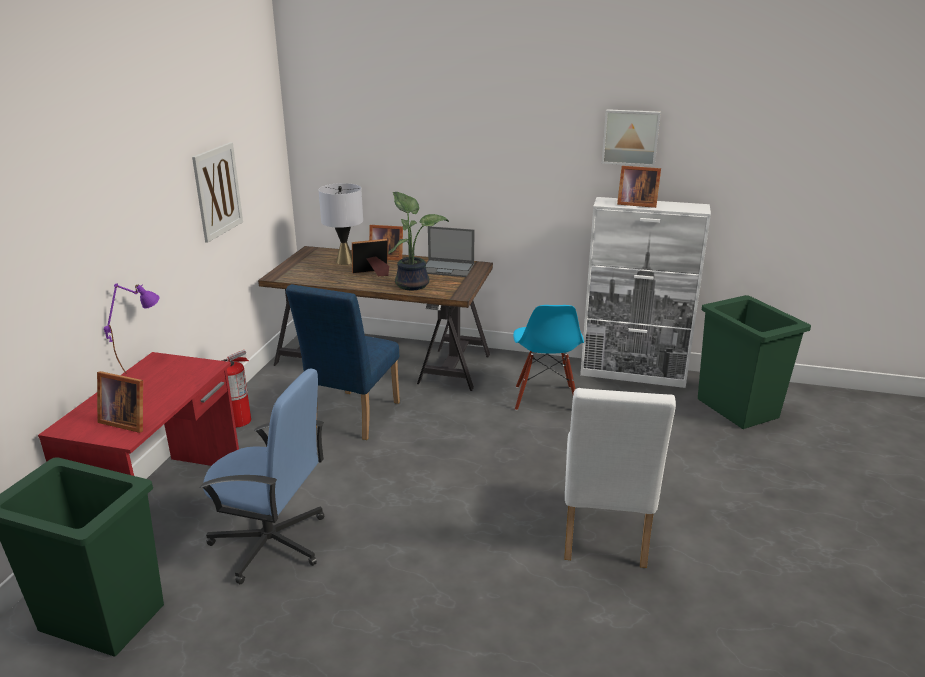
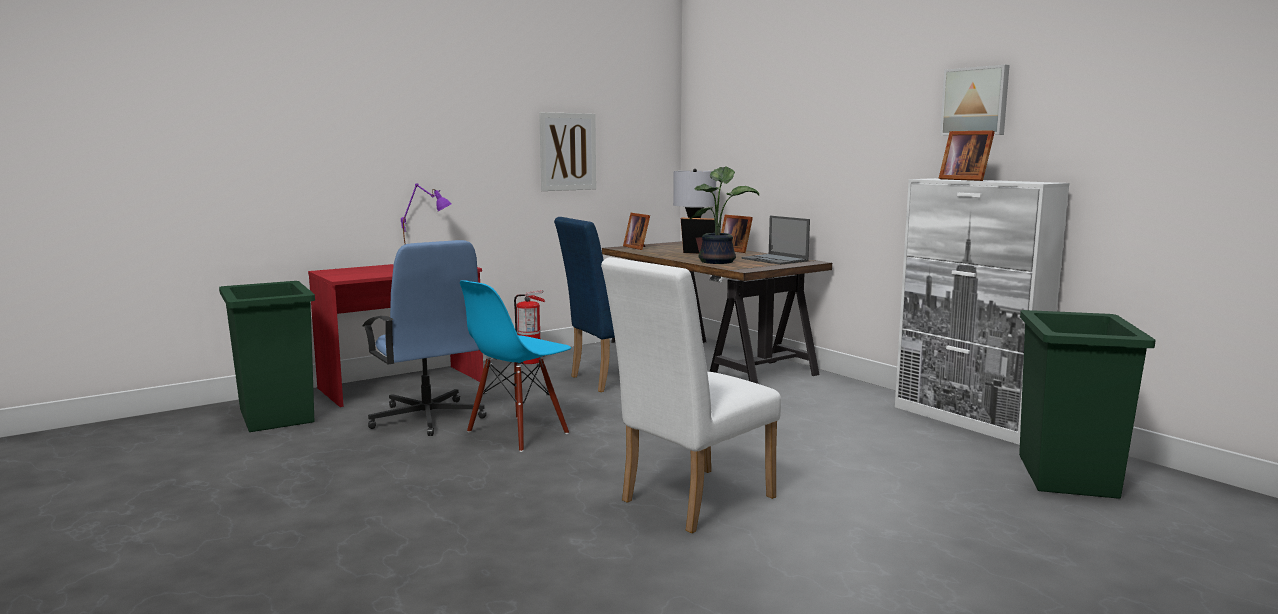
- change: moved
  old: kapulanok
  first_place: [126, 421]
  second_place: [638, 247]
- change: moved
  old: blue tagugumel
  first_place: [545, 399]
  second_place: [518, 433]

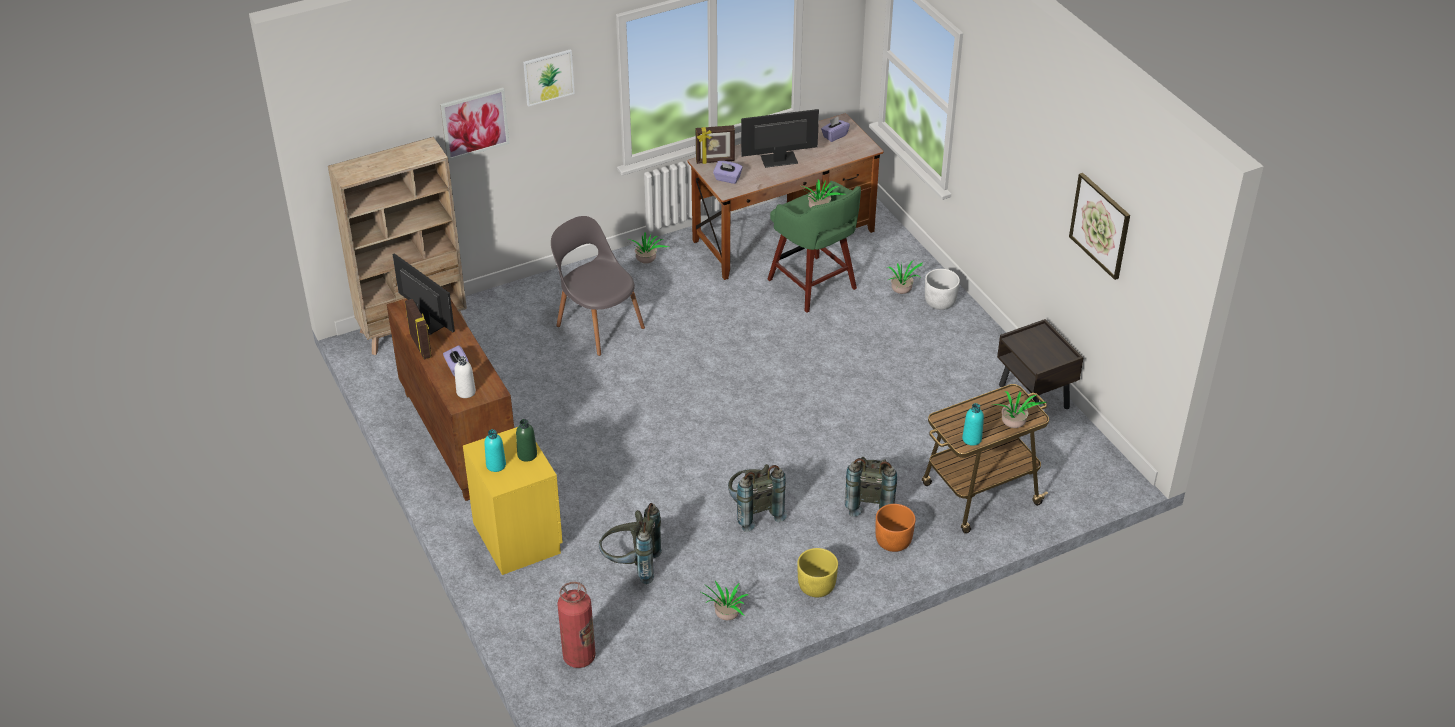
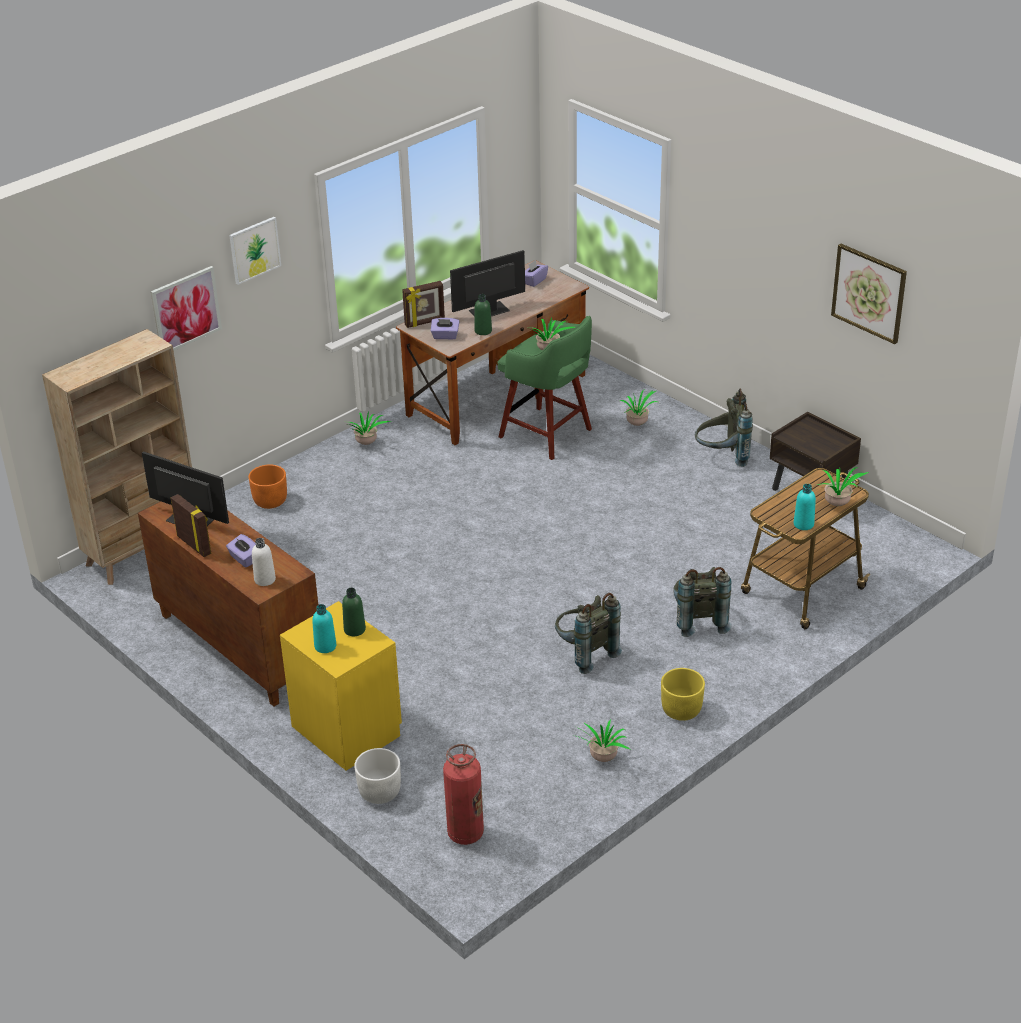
- change: removed
  old: grey tagugumel
  first_place: [598, 324]
- change: added
  new: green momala
  second_place: [483, 331]
- change: moved
  old: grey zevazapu
  first_place: [631, 566]
  second_place: [722, 457]
- change: moved
  old: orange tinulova
  first_place: [893, 541]
  second_place: [270, 501]
- change: moved
  old: white tinulova
  first_place: [939, 302]
  second_place: [379, 792]

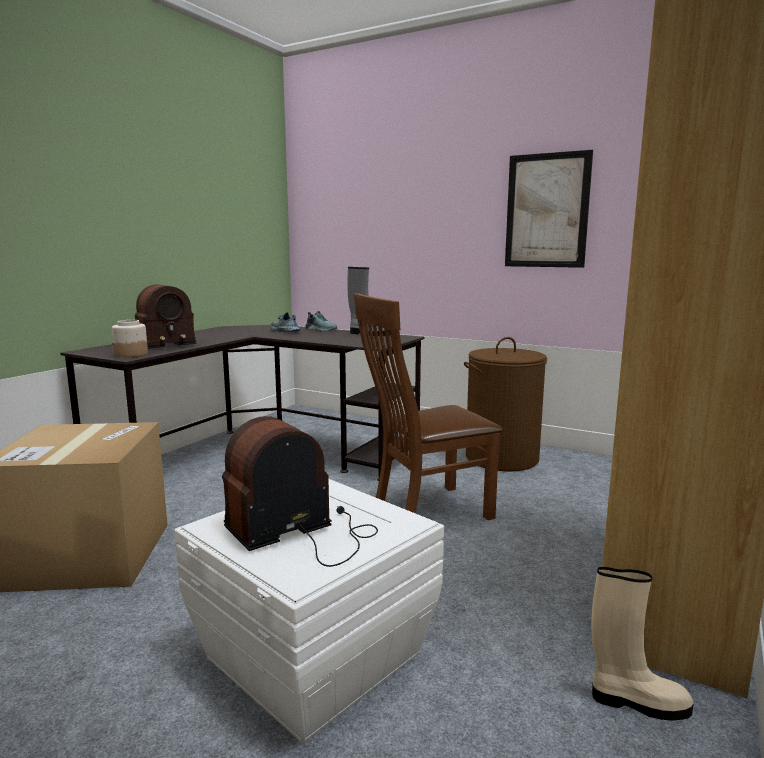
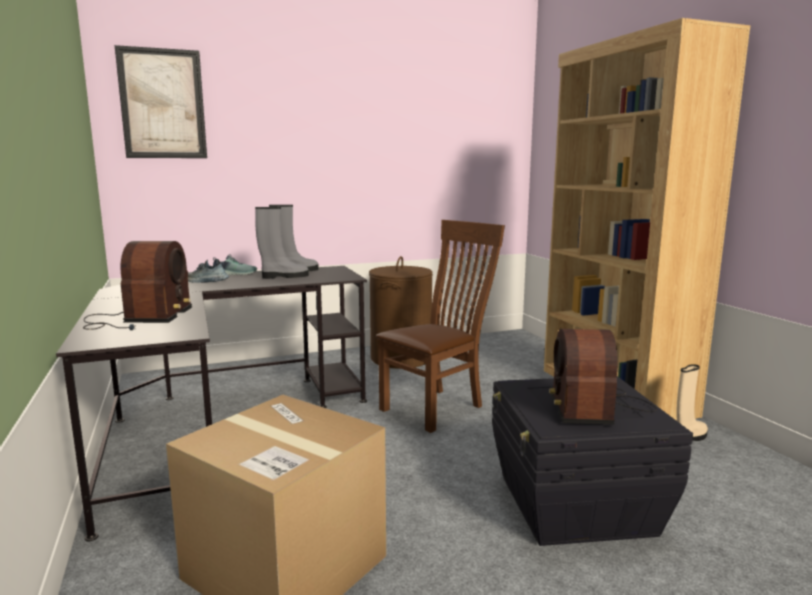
- change: removed
  old: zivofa
  first_place: [131, 354]
- change: added
  new: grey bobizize
  second_place: [283, 276]
- change: moved
  old: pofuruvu
  first_place: [547, 211]
  second_place: [162, 104]
- change: recoloured
  old: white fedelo
  new: black fedelo
  first_place: [311, 656]
  second_place: [574, 506]
- change: turned
  old: brown tagugumel
  first_place: [425, 511]
  second_place: [437, 407]
  degrees: -150

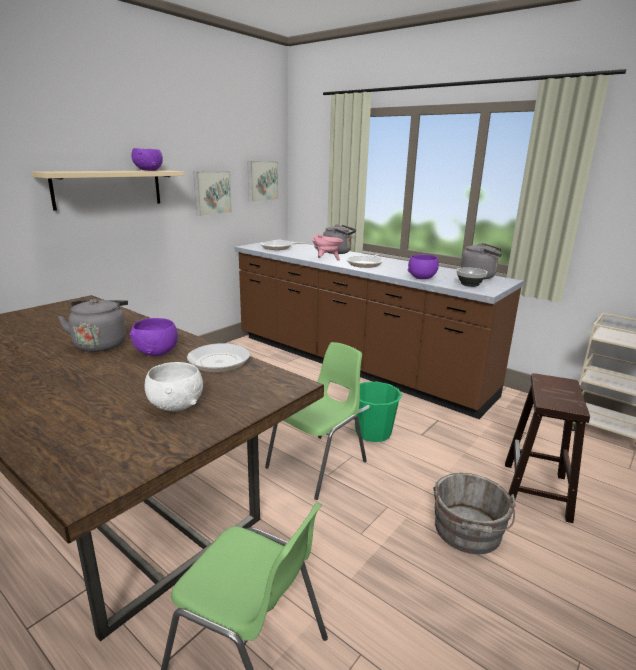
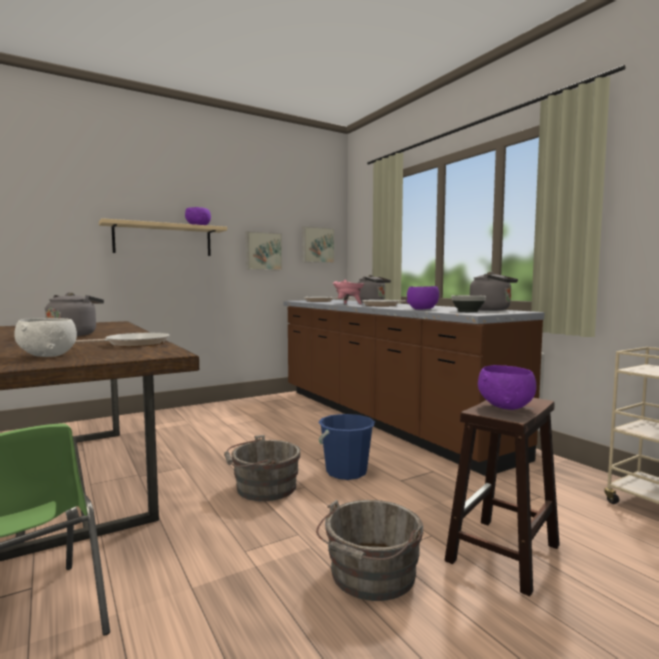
- change: moved
  old: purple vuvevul
  first_place: [157, 352]
  second_place: [506, 406]
- change: replaced
  old: green tagugumel
  new: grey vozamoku
  first_place: [319, 464]
  second_place: [262, 488]
- change: recoloured
  old: green vozamoku
  new: blue vozamoku
  first_place: [373, 433]
  second_place: [346, 472]

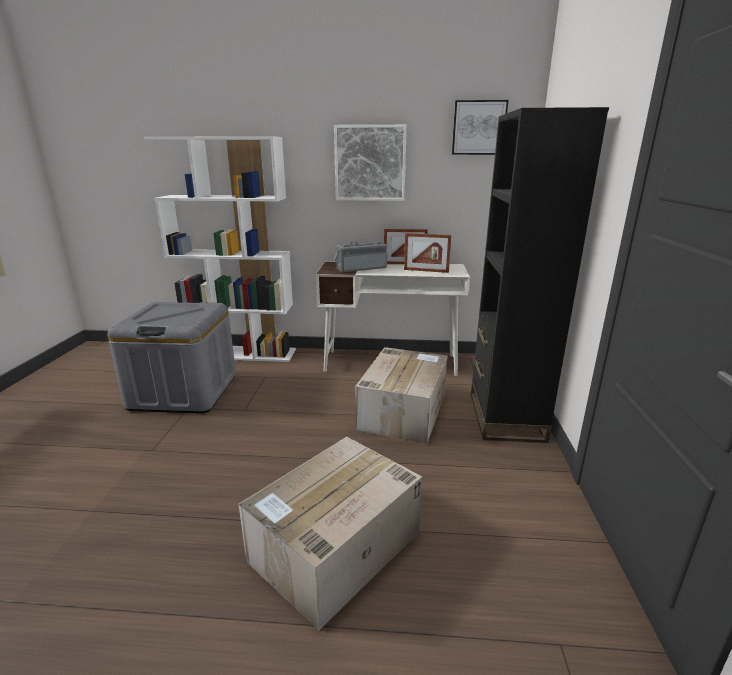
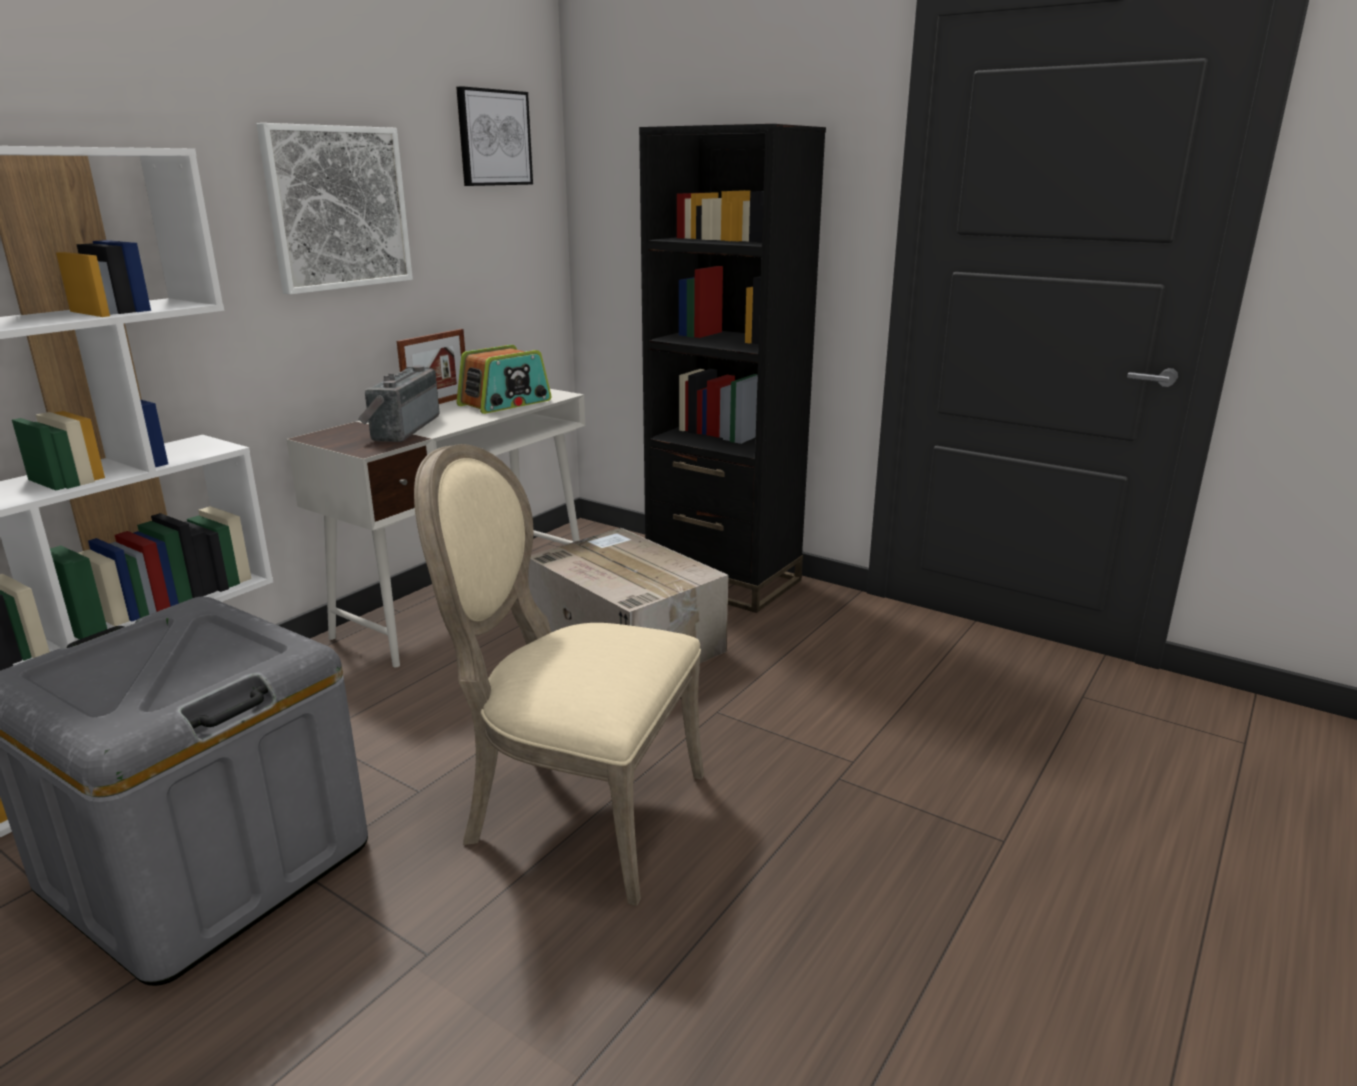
- change: removed
  old: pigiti
  first_place: [334, 547]
- change: added
  new: beige tagugumel
  second_place: [575, 812]
- change: replaced
  old: kapulanok
  new: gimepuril
  first_place: [426, 271]
  second_place: [505, 403]

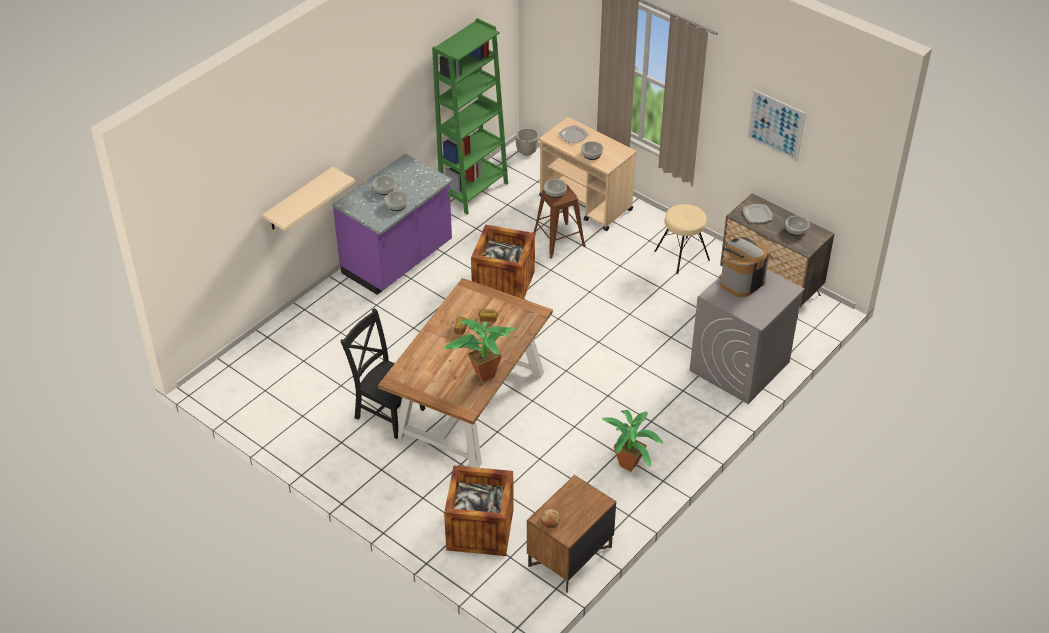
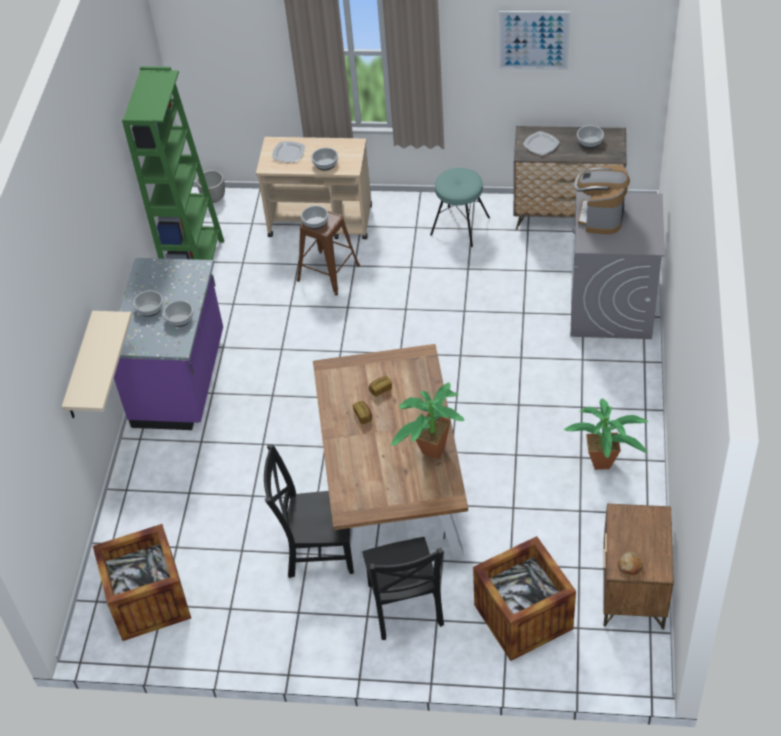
- change: added
  new: black tagugumel
  second_place: [405, 608]
- change: moved
  old: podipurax
  first_place: [503, 283]
  second_place: [149, 601]
- change: recoloured
  old: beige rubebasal
  new: turquoise rubebasal
  first_place: [682, 255]
  second_place: [460, 226]

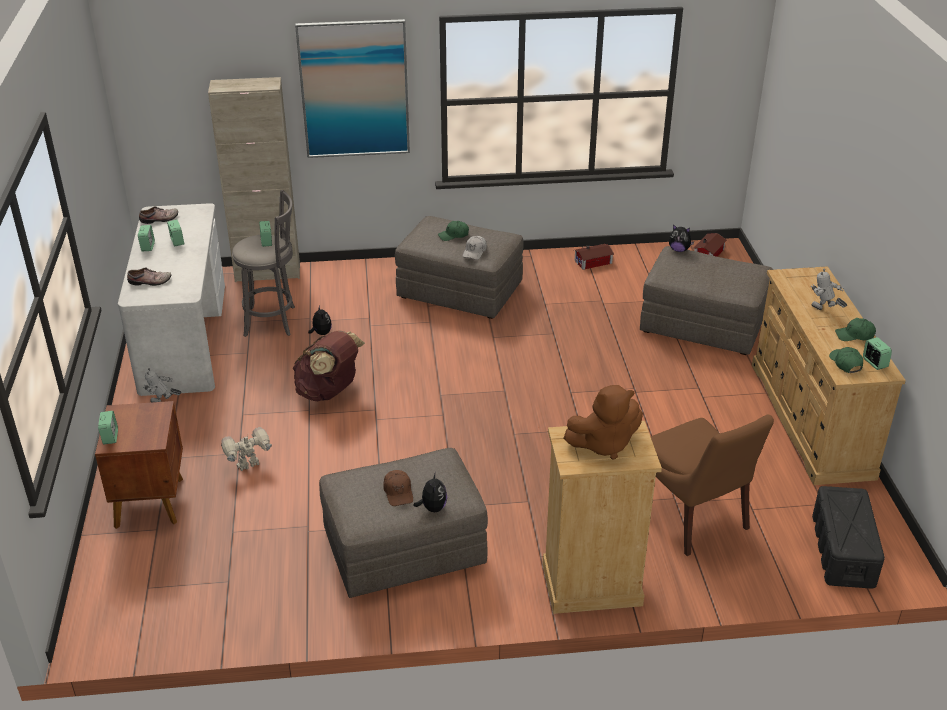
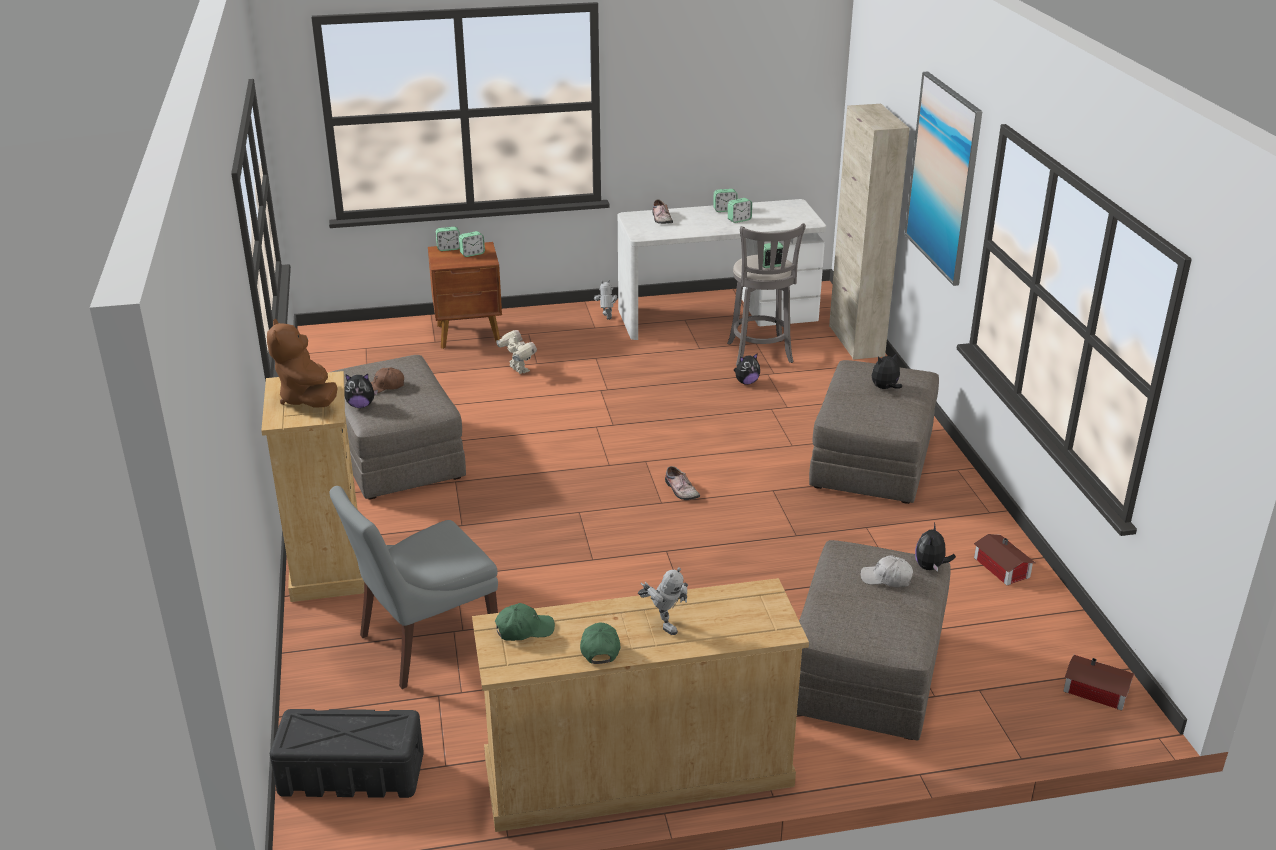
- change: removed
  old: brown zevazapu
  first_place: [329, 392]
- change: moved
  old: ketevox
  first_place: [160, 219]
  second_place: [680, 490]
- change: moved
  old: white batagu
  first_place: [475, 252]
  second_place: [886, 578]
- change: moved
  old: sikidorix
  first_place: [874, 363]
  second_place: [472, 254]
- change: replaced
  old: green batagu
  new: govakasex
  first_place: [453, 235]
  second_place: [885, 388]
- change: recoloured
  old: brown tagugumel
  new: grey tagugumel
  first_place: [693, 518]
  second_place: [425, 644]
- change: turned
  old: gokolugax
  first_place: [823, 312]
  second_place: [663, 623]
  degrees: 105

